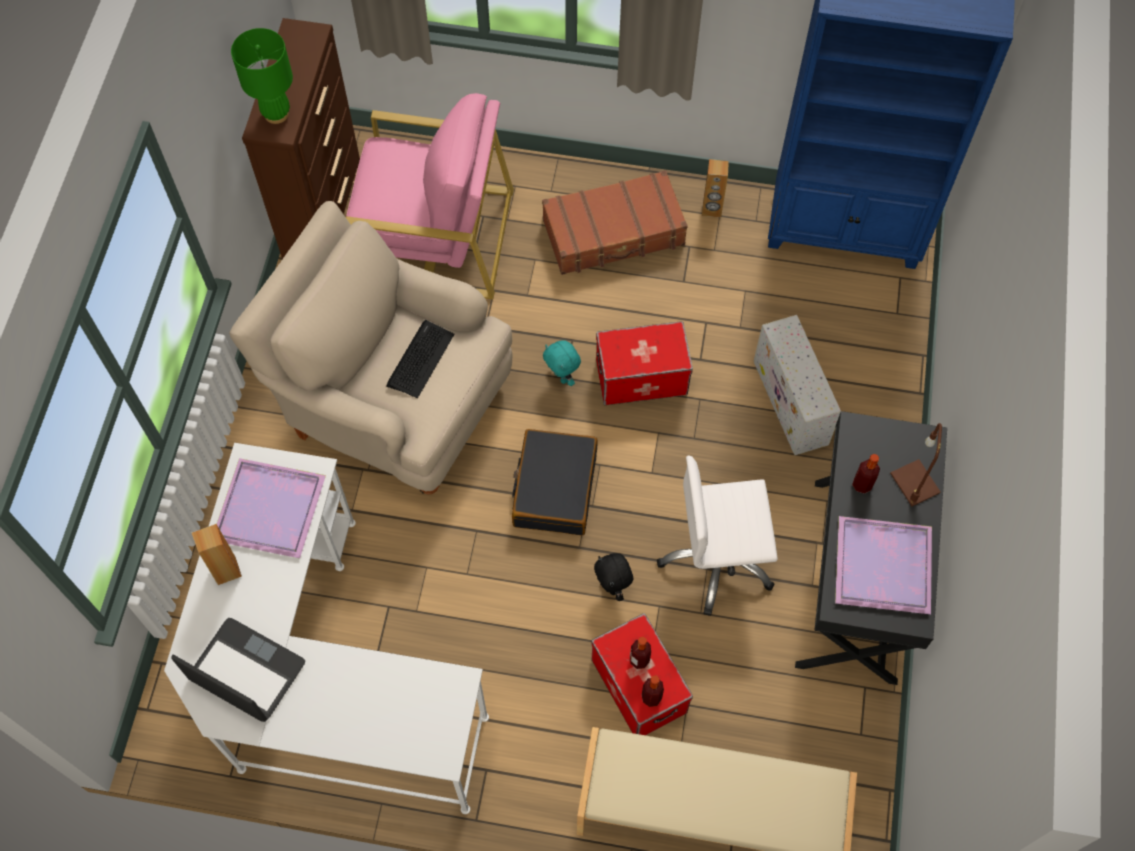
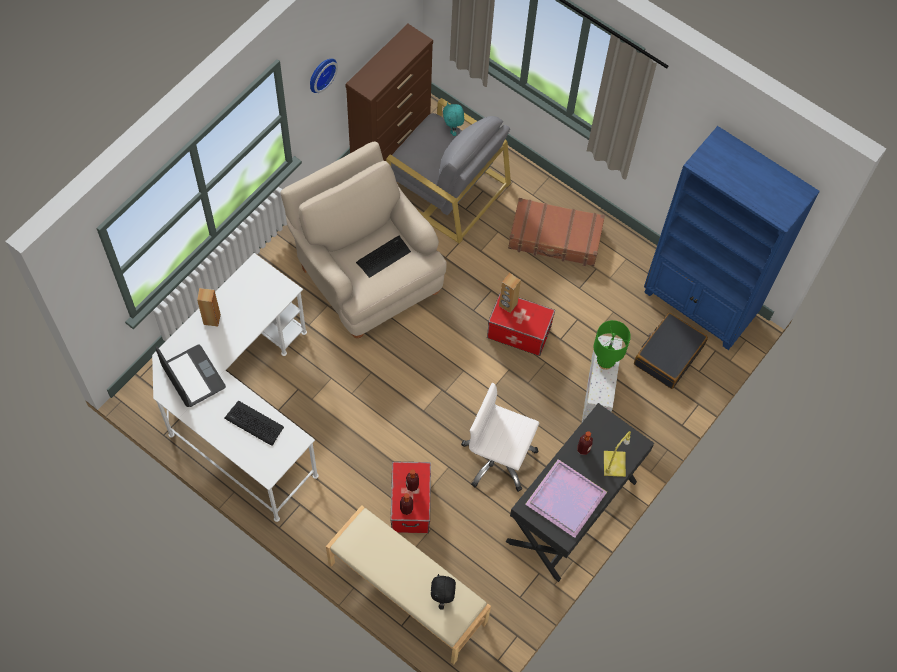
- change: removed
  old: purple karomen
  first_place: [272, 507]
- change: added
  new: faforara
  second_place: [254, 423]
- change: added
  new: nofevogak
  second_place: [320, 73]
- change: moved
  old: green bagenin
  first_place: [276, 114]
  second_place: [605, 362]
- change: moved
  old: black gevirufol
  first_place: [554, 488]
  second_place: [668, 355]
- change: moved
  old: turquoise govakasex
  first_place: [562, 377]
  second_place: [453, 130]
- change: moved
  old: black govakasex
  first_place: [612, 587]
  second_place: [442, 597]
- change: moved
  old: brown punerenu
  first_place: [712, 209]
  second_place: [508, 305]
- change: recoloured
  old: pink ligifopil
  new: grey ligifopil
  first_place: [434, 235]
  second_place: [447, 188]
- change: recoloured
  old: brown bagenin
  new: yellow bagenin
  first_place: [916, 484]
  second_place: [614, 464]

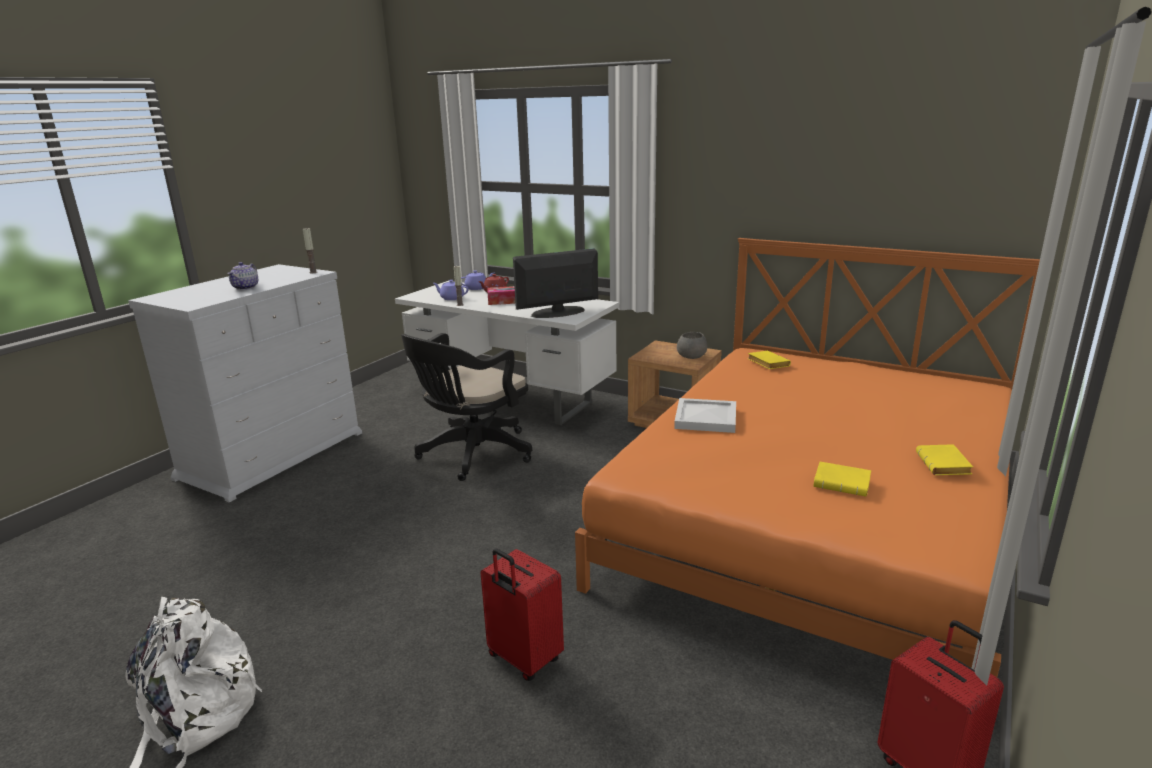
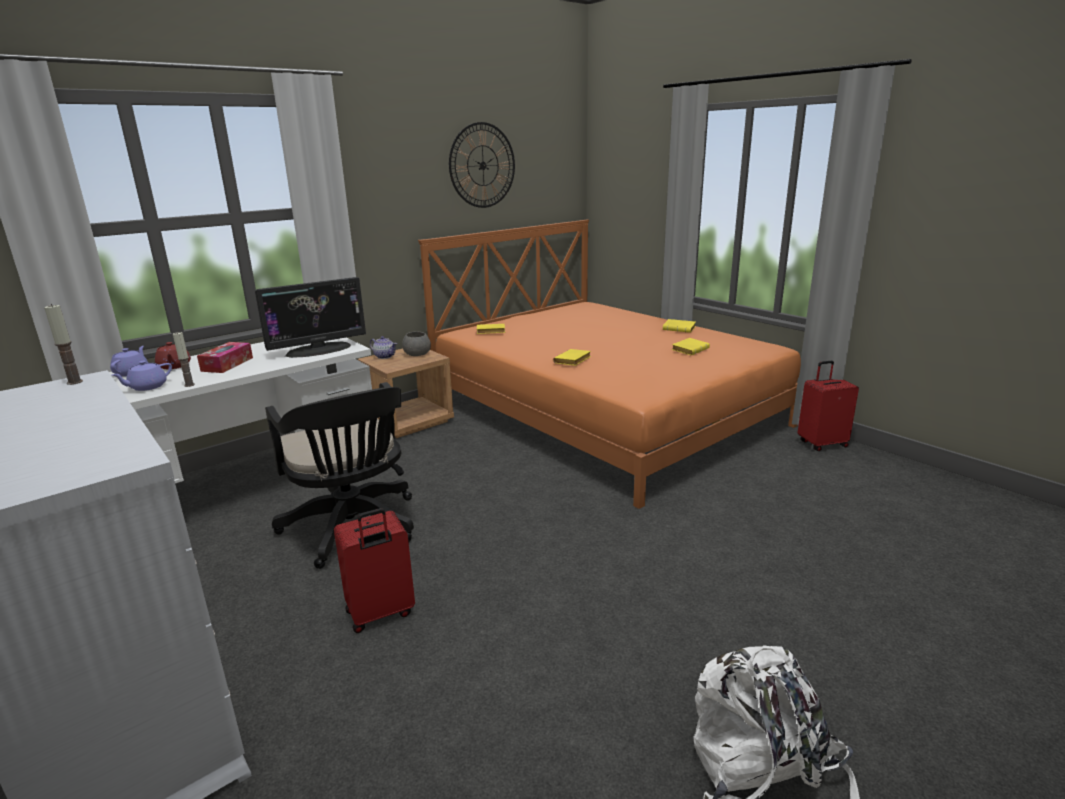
- change: added
  new: nofevogak
  second_place: [482, 165]
- change: moved
  old: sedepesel
  first_place: [246, 287]
  second_place: [384, 356]
- change: moved
  old: red gevirufol
  first_place: [523, 659]
  second_place: [380, 614]
- change: replaced
  old: white karomen
  new: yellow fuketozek
  first_place: [704, 418]
  second_place: [573, 361]
- change: turned
  old: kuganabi
  first_place: [558, 313]
  second_place: [318, 350]
  degrees: -120

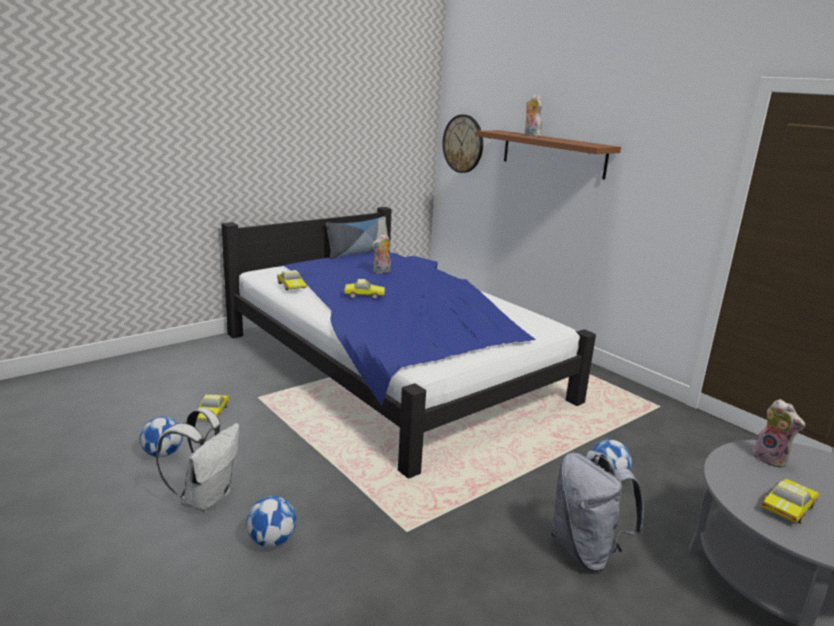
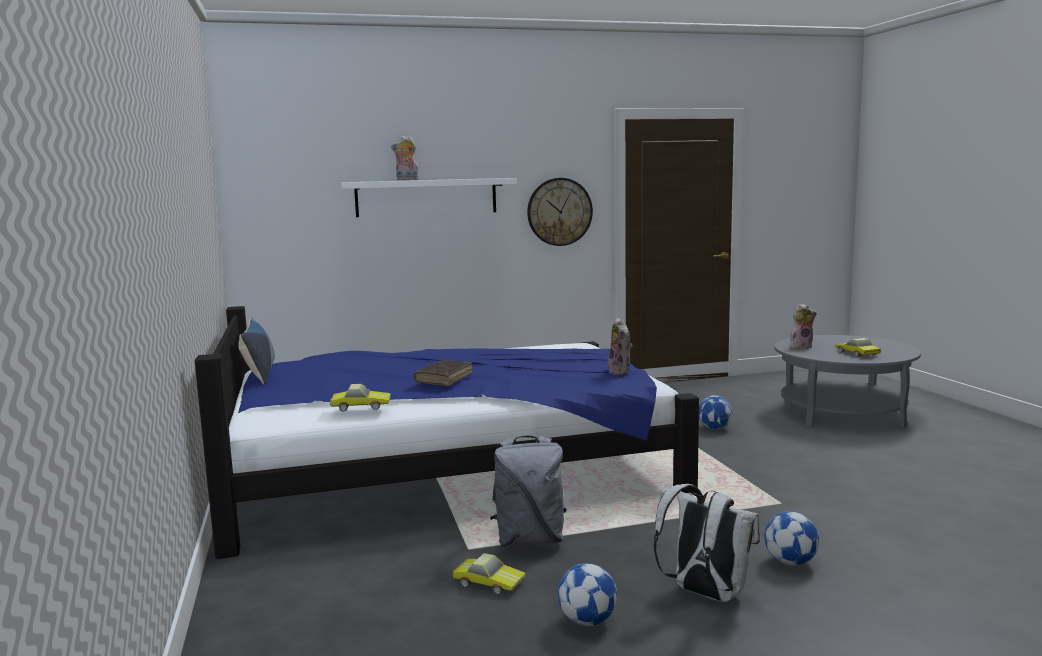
- change: moved
  old: govakasex
  first_place: [381, 272]
  second_place: [621, 372]
- change: moved
  old: nofevogak
  first_place: [463, 143]
  second_place: [559, 212]
- change: moved
  old: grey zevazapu
  first_place: [586, 551]
  second_place: [529, 540]
- change: replaced
  old: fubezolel
  new: brown fuketozek
  first_place: [364, 294]
  second_place: [444, 379]
- change: recoloured
  old: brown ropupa
  new: white ropupa
  first_place: [553, 153]
  second_place: [426, 197]

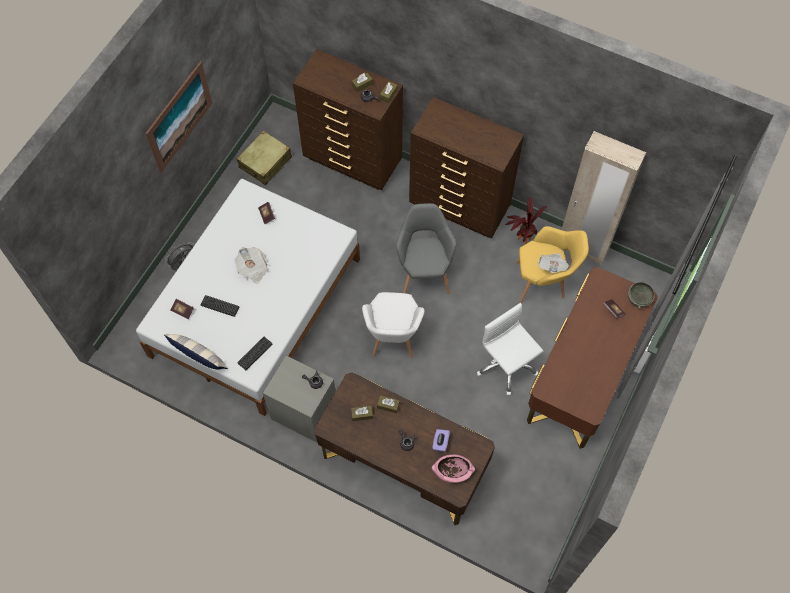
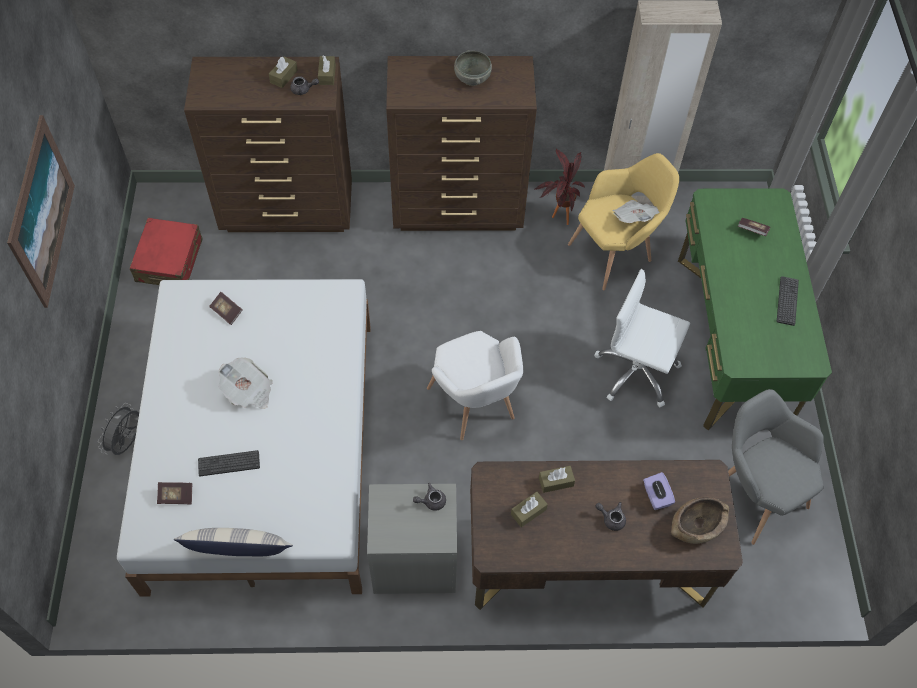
- change: moved
  old: faforara
  first_place: [255, 353]
  second_place: [787, 301]
- change: moved
  old: grey ligifopil
  first_place: [424, 271]
  second_place: [753, 492]
- change: moved
  old: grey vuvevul
  first_place: [638, 299]
  second_place: [471, 78]
- change: recoloured
  old: beige gevirufol
  new: red gevirufol
  first_place: [265, 162]
  second_place: [170, 260]
- change: recoloured
  old: pink vuvevul
  new: brown vuvevul
  first_place: [453, 471]
  second_place: [696, 525]
- change: recoloured
  old: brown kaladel
  new: green kaladel
  first_place: [582, 374]
  second_place: [731, 339]

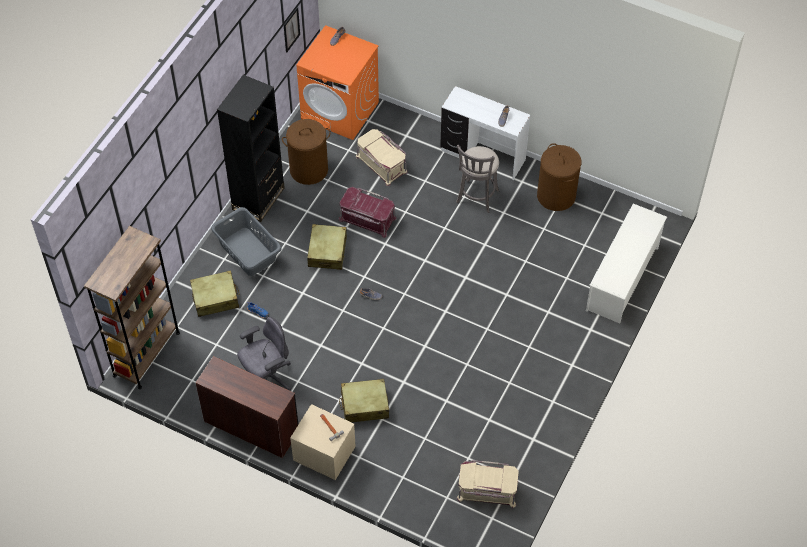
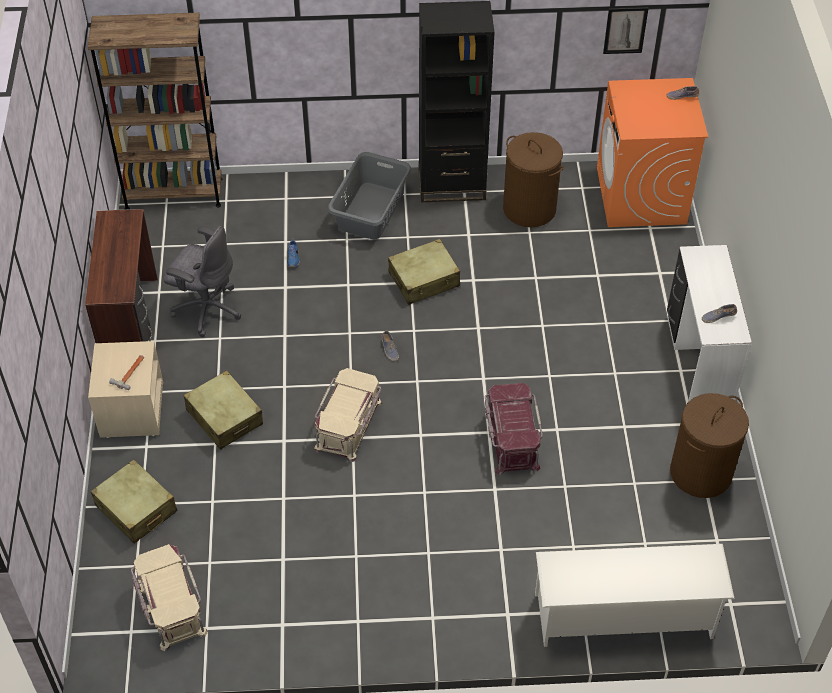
- change: removed
  old: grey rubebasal
  first_place: [476, 198]
- change: moved
  old: beige gevirufol
  first_place: [215, 298]
  second_place: [136, 509]
- change: moved
  old: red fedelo
  first_place: [367, 219]
  second_place: [511, 439]
- change: moved
  old: beige fedelo
  first_place: [382, 163]
  second_place: [349, 425]

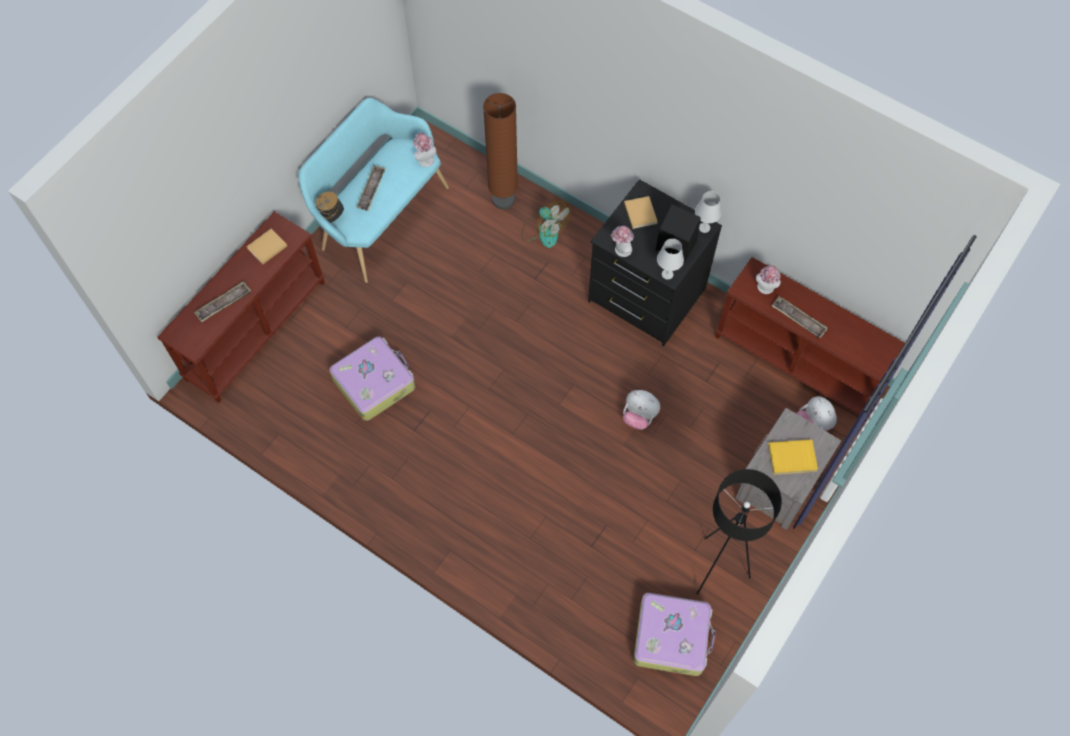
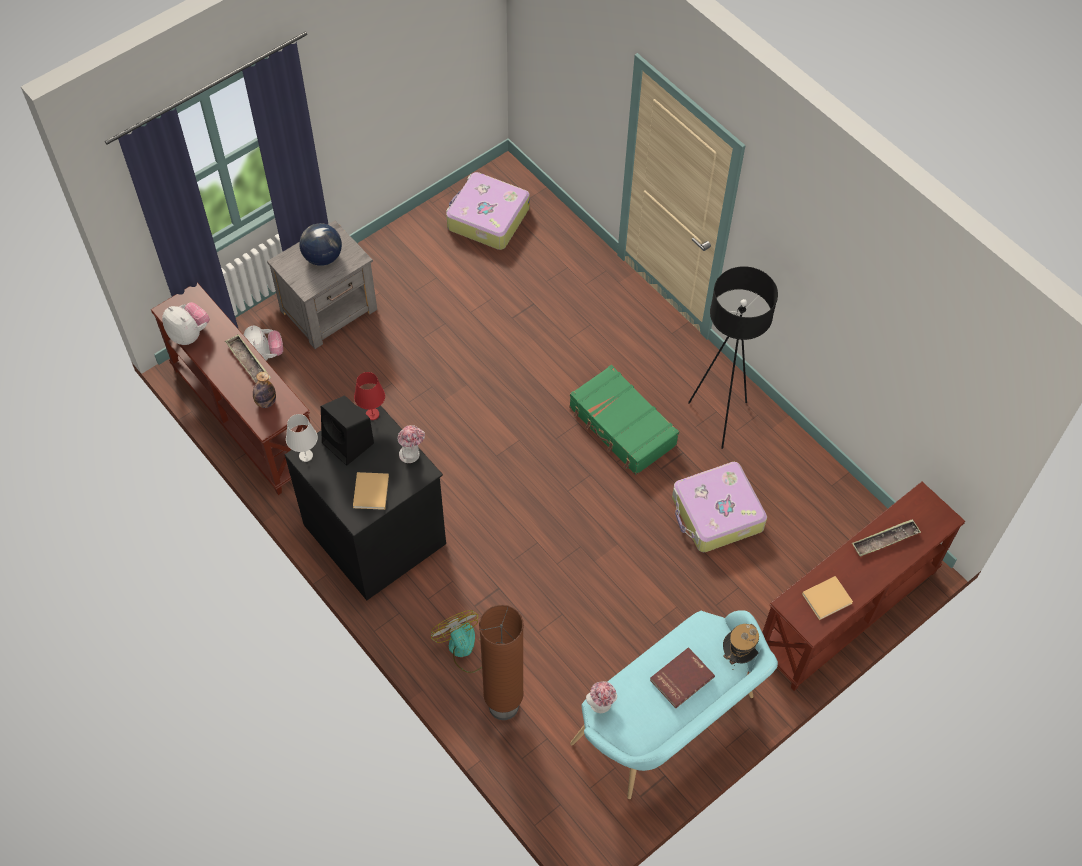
- change: added
  new: green gevirufol
  second_place: [622, 427]
- change: moved
  old: govakasex
  first_place: [639, 416]
  second_place: [189, 334]
- change: moved
  old: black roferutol
  first_place: [717, 569]
  second_place: [718, 418]
- change: replaced
  old: karomen
  new: red fuketozek
  first_place: [371, 190]
  second_place: [681, 678]
- change: replaced
  old: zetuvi
  new: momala
  first_place: [765, 288]
  second_place: [266, 402]
- change: replaced
  old: yellow fuketozek
  new: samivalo
  first_place: [792, 458]
  second_place: [322, 257]
- change: recoloured
  old: white bagenin
  new: red bagenin
  first_place: [667, 274]
  second_place: [372, 414]

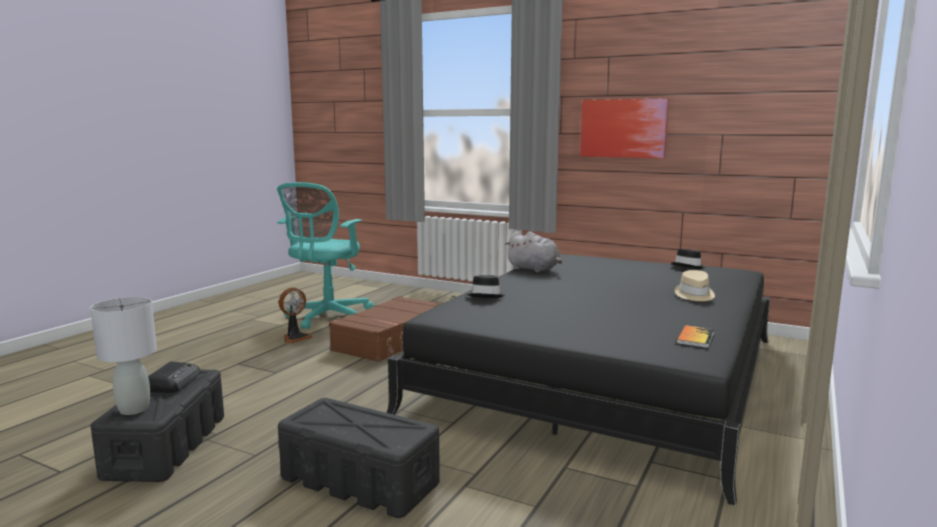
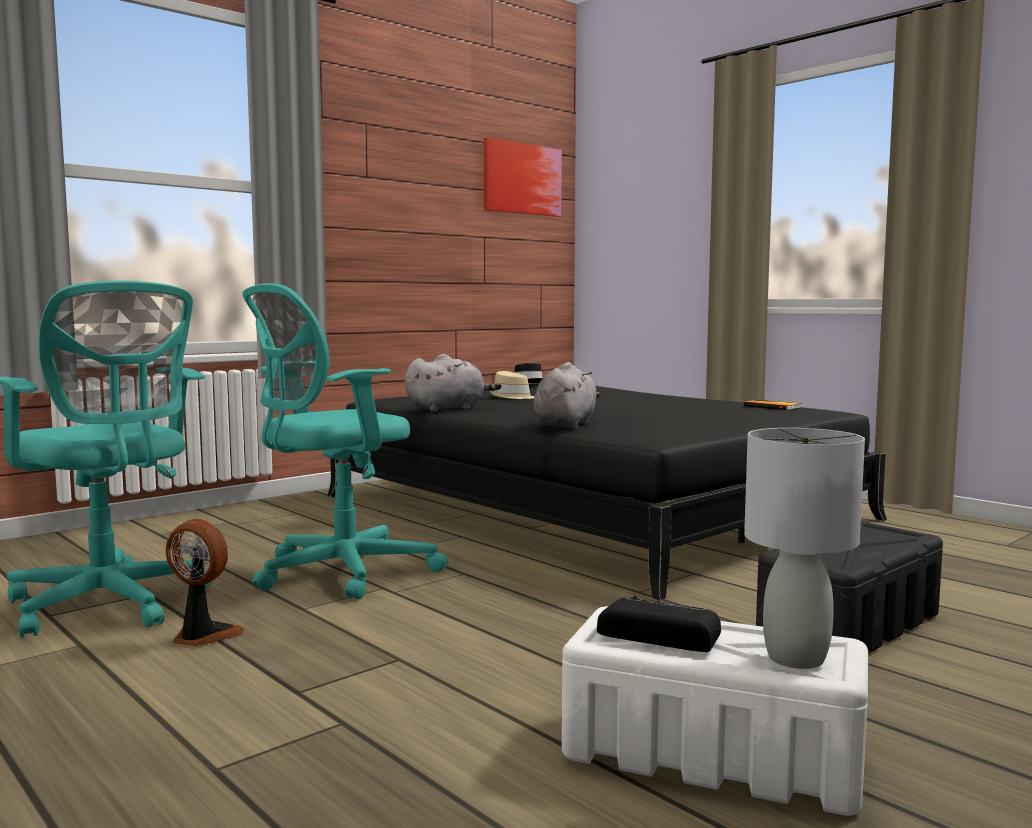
- change: moved
  old: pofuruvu
  first_place: [623, 128]
  second_place: [522, 179]
- change: moved
  old: beige zetuvi
  first_place: [694, 295]
  second_place: [512, 396]
- change: replaced
  old: brown gevirufol
  new: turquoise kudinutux
  first_place: [391, 340]
  second_place: [338, 573]
- change: replaced
  old: black zetuvi
  new: grey govakasex
  first_place: [486, 296]
  second_place: [565, 425]
- change: recoloured
  old: black fedelo
  new: white fedelo
  first_place: [167, 445]
  second_place: [709, 754]
- change: turned
  old: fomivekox
  first_place: [295, 338]
  second_place: [202, 636]
  degrees: -45

